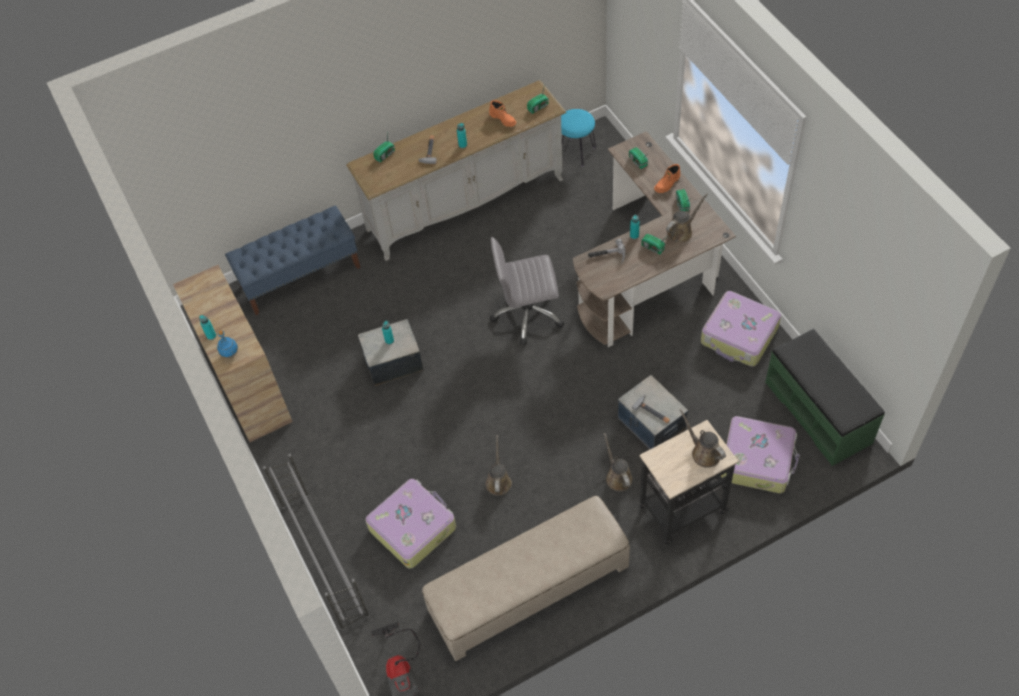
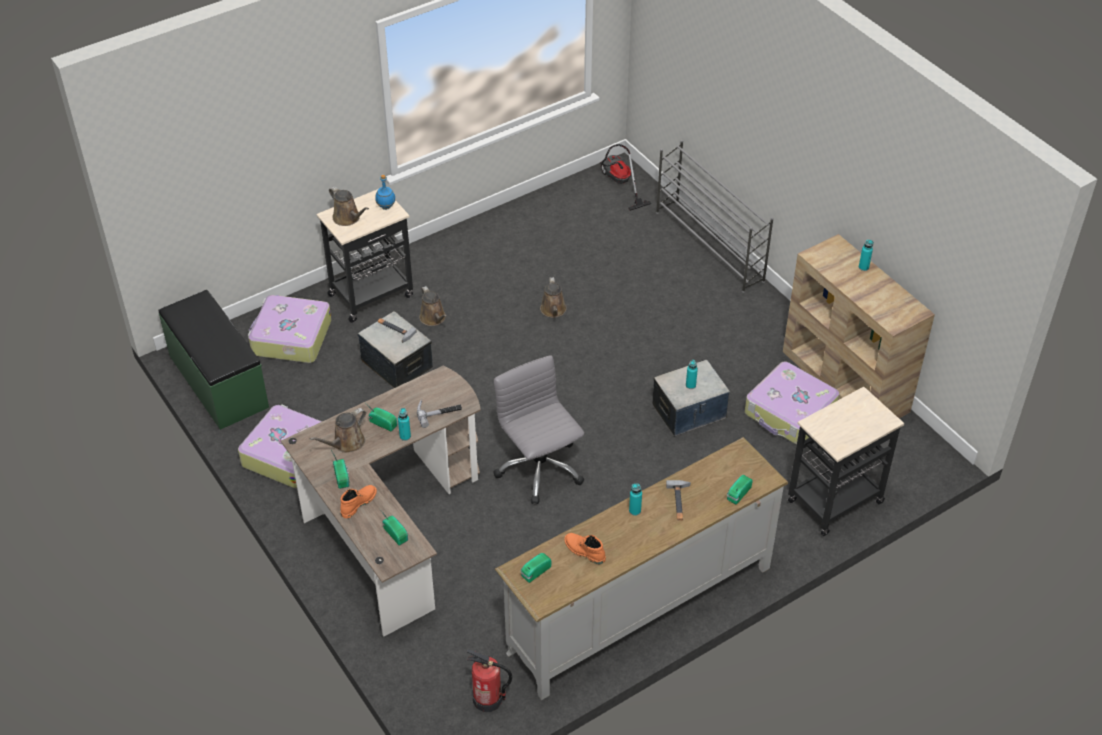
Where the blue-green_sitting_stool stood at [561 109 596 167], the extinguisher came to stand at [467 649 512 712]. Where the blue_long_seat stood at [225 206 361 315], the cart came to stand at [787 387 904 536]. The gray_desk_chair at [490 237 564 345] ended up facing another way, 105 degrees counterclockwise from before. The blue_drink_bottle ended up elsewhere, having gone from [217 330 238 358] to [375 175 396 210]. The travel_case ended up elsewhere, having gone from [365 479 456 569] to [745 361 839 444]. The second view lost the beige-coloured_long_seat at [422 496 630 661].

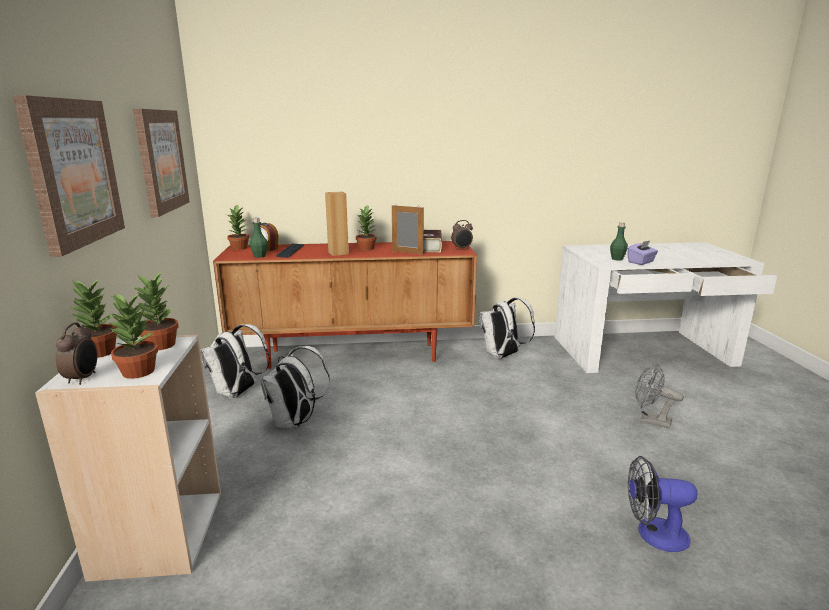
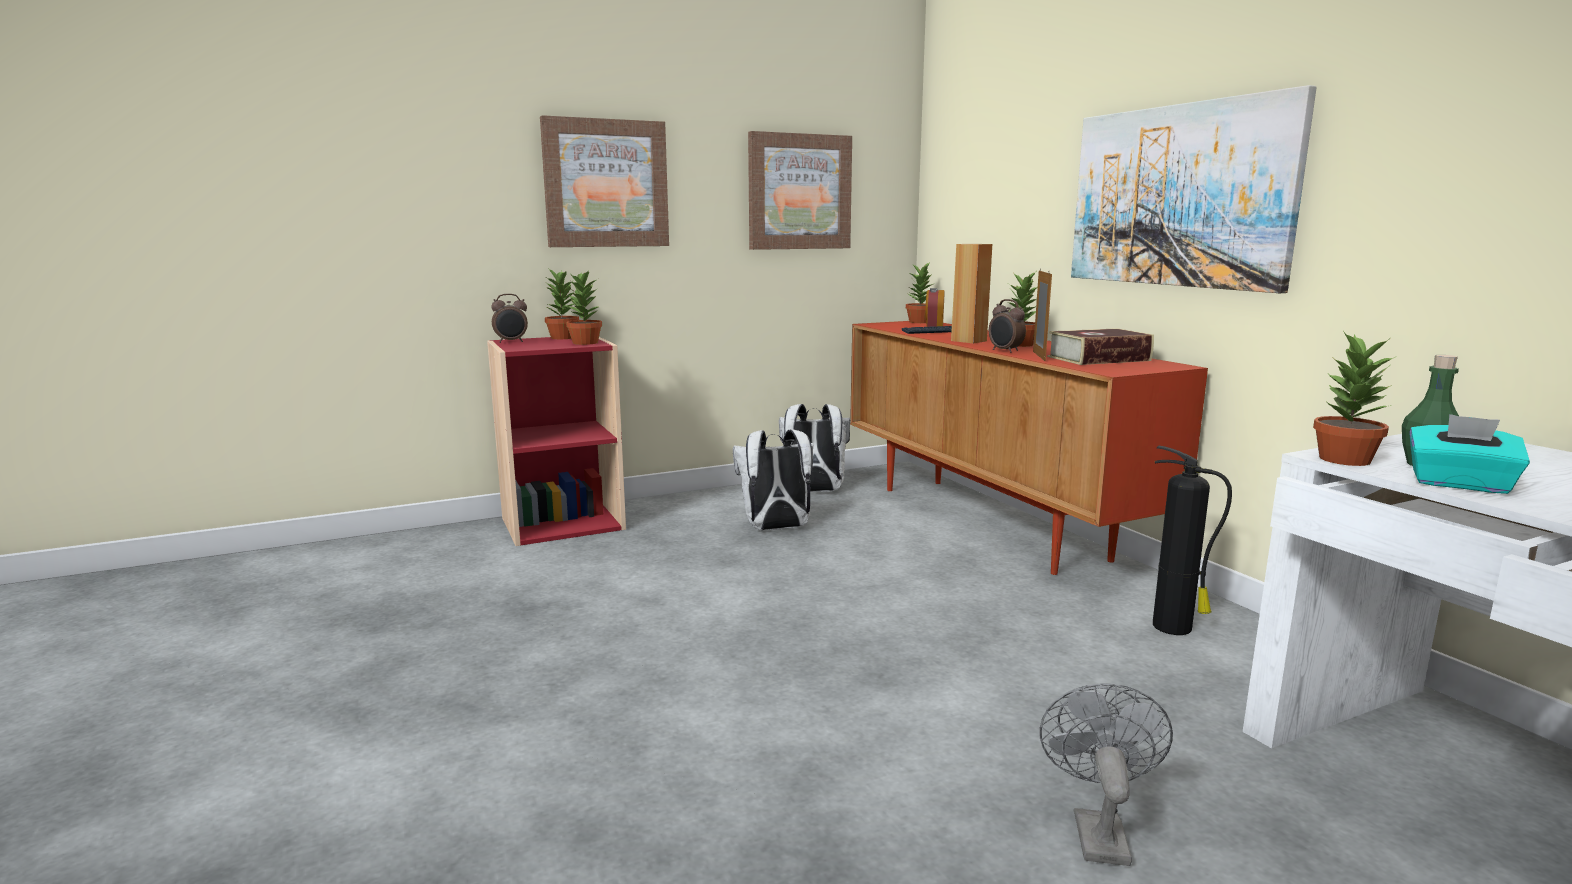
The second view lost the greenish_drink_bottle at [250 218 268 258]. The table_clock ended up elsewhere, having gone from [451 220 473 250] to [989 299 1026 353]. What was the purple_tissue_holder at [627 240 658 265] turned into the blue-green_tissue_holder at [1409 414 1530 494]. The potted_plant ended up elsewhere, having gone from [108 292 158 379] to [1313 331 1397 466]. Where the whitish_knapsack stood at [479 298 535 359], the extinguisher came to stand at [1153 446 1232 635]. What was the whitish_shelving_unit at [35 335 221 582] turned into the red-coloured_shelving_unit at [487 337 626 546]. The second view lost the cooling_fan at [628 456 697 552]. The second view gained the wall_picture at [1071 85 1317 293].

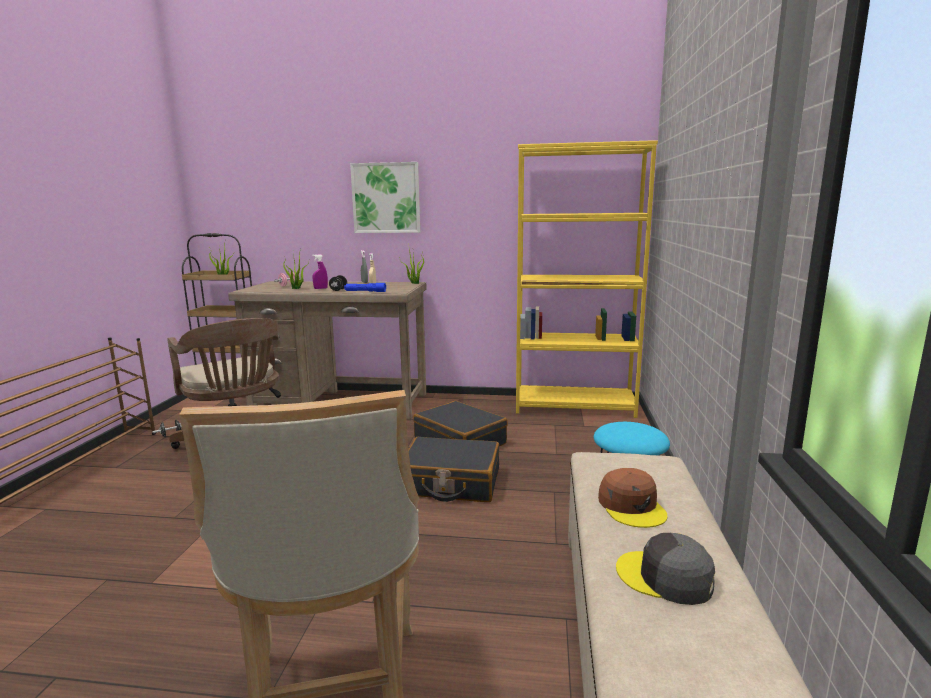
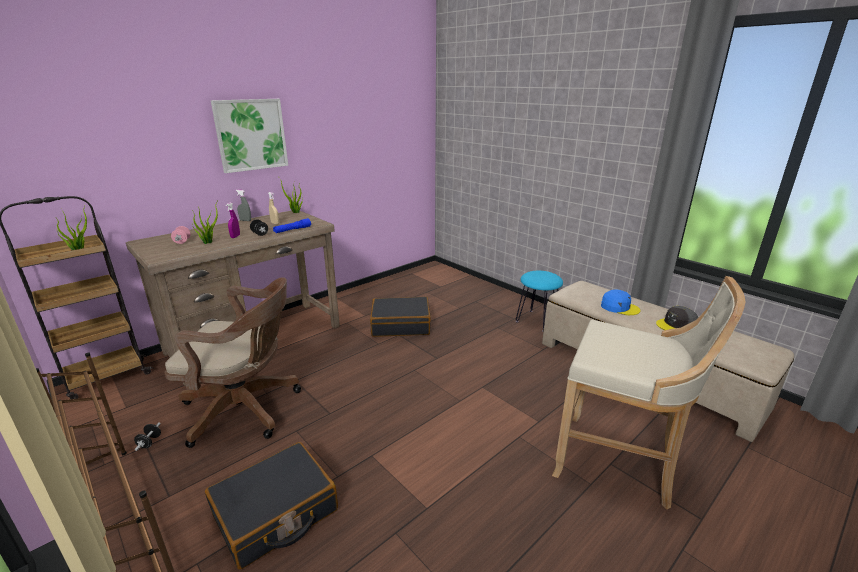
The second view lost the yellow-coloured_shelving_unit at [516 140 658 418]. The black_travel_case ended up elsewhere, having gone from [408 437 499 502] to [205 442 338 570]. What was the brownish_cap at [598 468 668 528] turned into the blue_cap at [601 290 641 315].

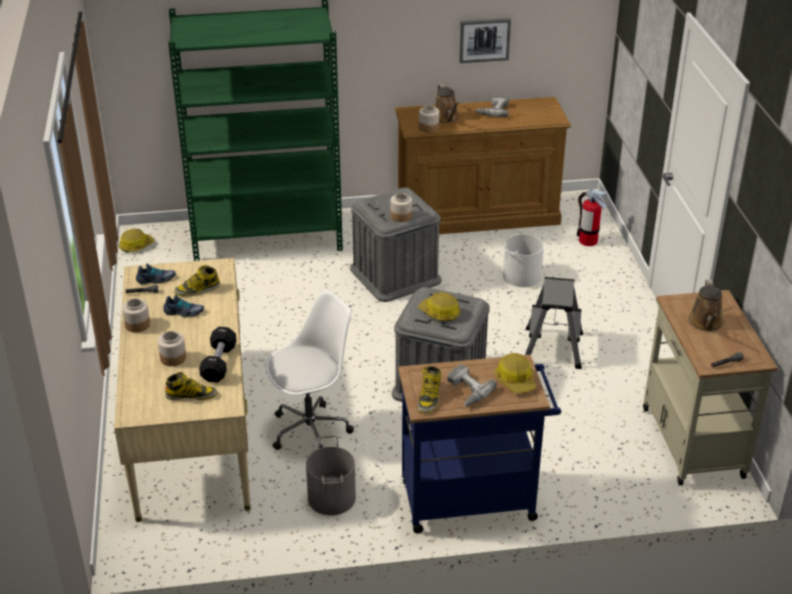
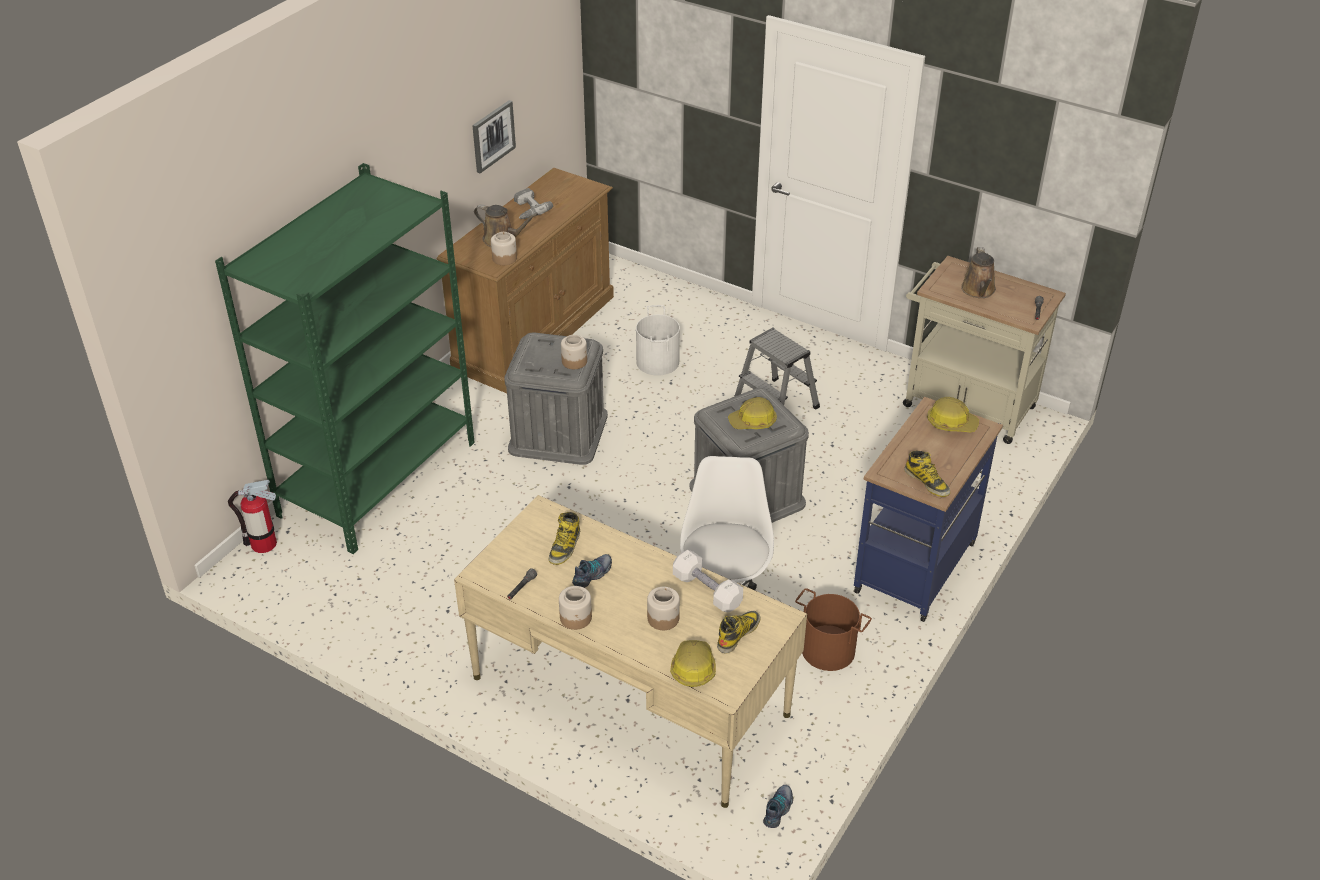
The extinguisher ended up elsewhere, having gone from [577 189 607 246] to [228 480 277 553]. The work_helmet ended up elsewhere, having gone from [119 229 155 252] to [670 640 716 687]. The item_of_footwear ended up elsewhere, having gone from [136 263 175 284] to [763 785 793 828]. The brownish_sprinkling_can at [688 279 724 332] ended up facing another way, 45 degrees clockwise from before. What was the black_hand_weight at [199 327 237 382] turned into the whitish_hand_weight at [673 550 743 613]. The second view lost the power_drill at [447 364 497 406]. What was the gray_pail at [306 435 356 516] turned into the brownish_pail at [795 588 872 671].

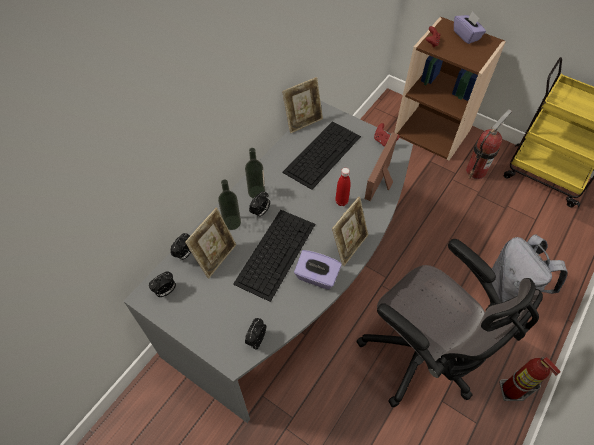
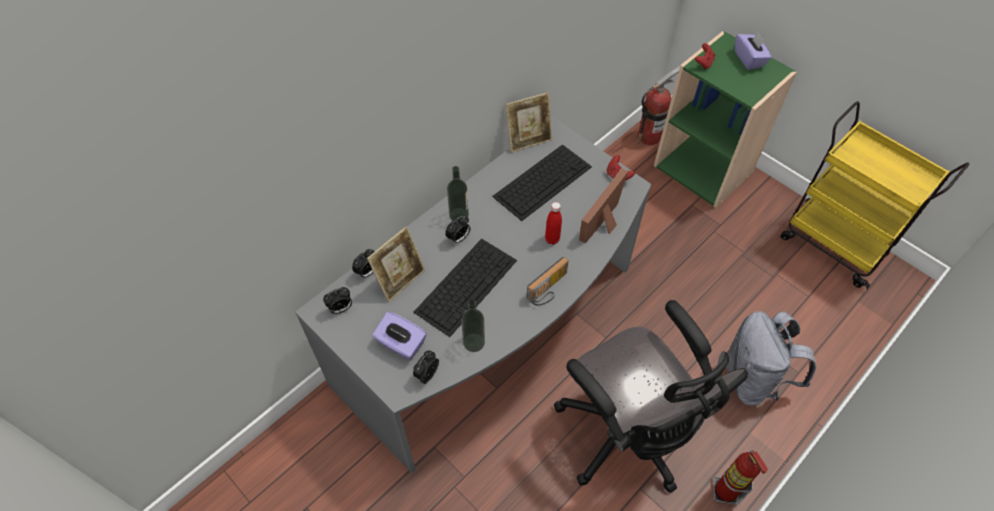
What was the brownish_shelving_unit at [394 17 506 161] turned into the greenish_shelving_unit at [654 31 797 208]. The extinguisher ended up elsewhere, having gone from [466 109 512 179] to [637 66 680 145]. The drink_bottle ended up elsewhere, having gone from [218 179 241 230] to [461 299 485 352]. Where the picture_frame stood at [332 197 368 266], the radio_set came to stand at [527 257 569 306]. The purple_tissue_holder ended up elsewhere, having gone from [294 250 342 290] to [373 311 426 360].

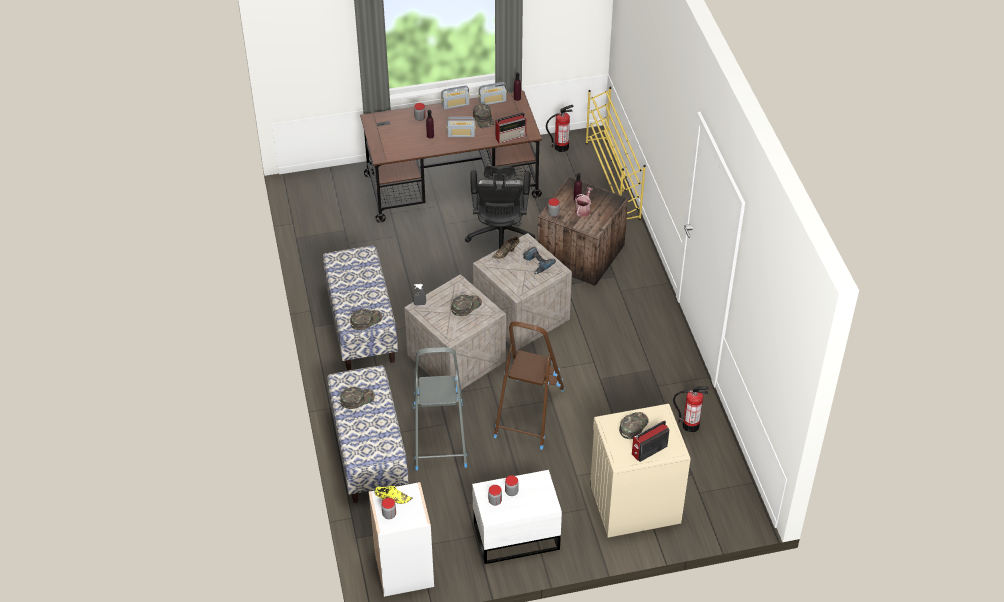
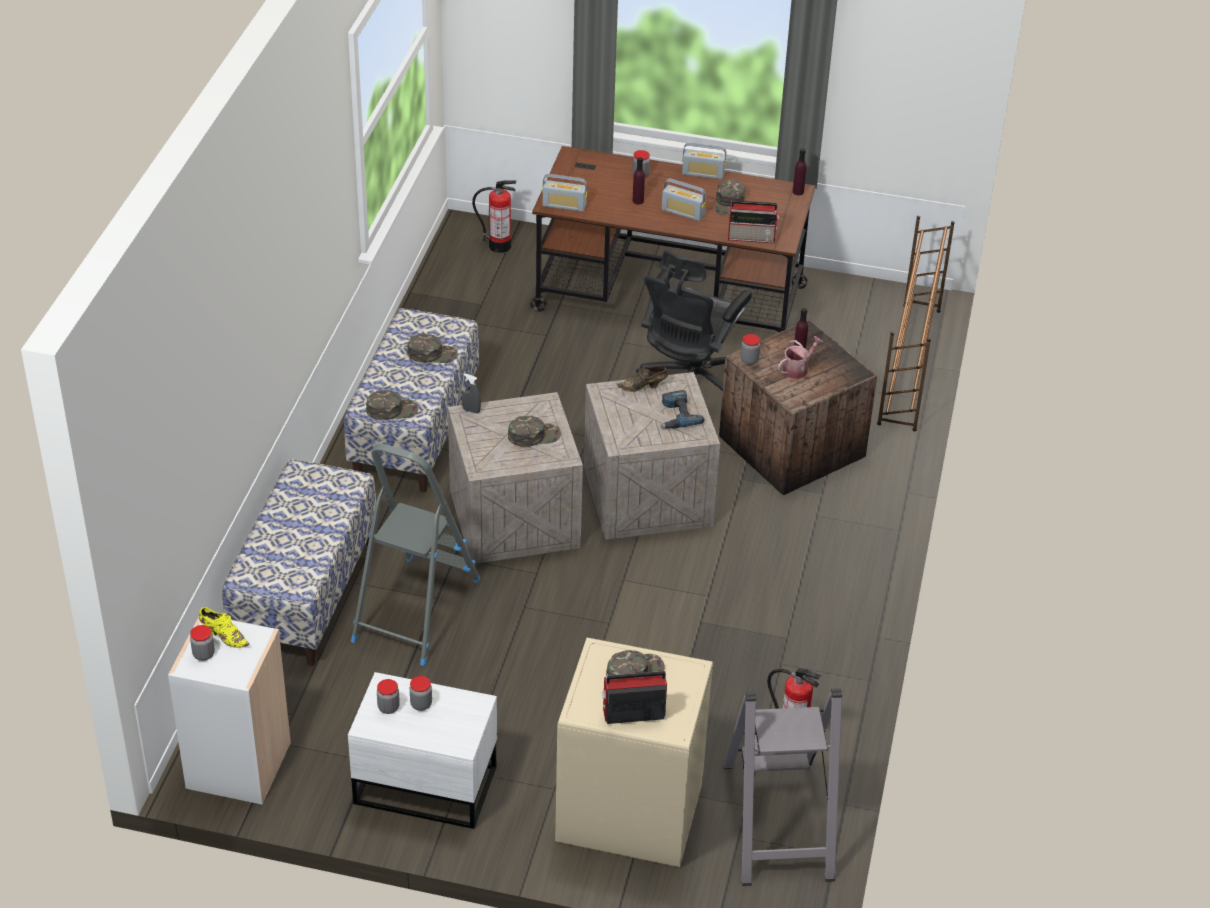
The radio_set ended up elsewhere, having gone from [479 82 507 105] to [542 174 587 212]. What was the yellow-coloured_shoe_shelf at [586 87 646 220] turned into the brownish_shoe_shelf at [877 216 955 431]. The extinguisher ended up elsewhere, having gone from [546 105 574 152] to [472 180 516 253]. The second view lost the brownish_stepladder at [494 321 565 449]. The greenish_cap ended up elsewhere, having gone from [340 387 375 409] to [407 334 458 363]. The second view gained the gray_stepladder at [723 688 842 886].

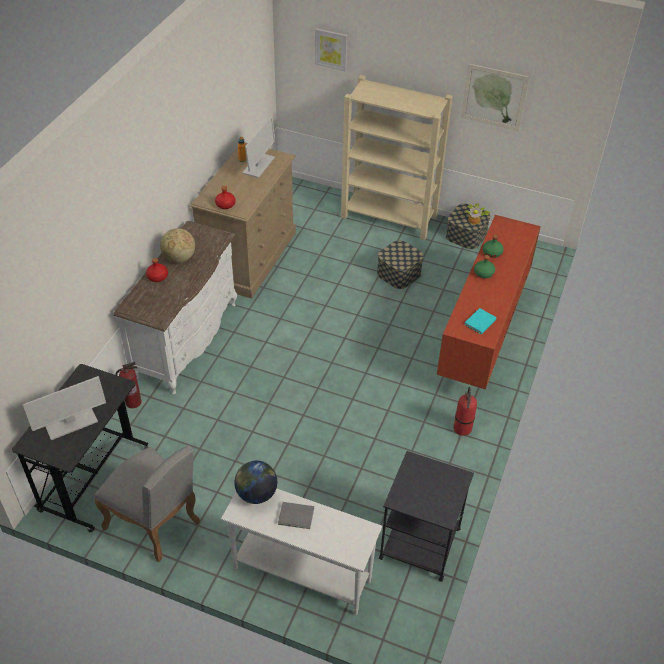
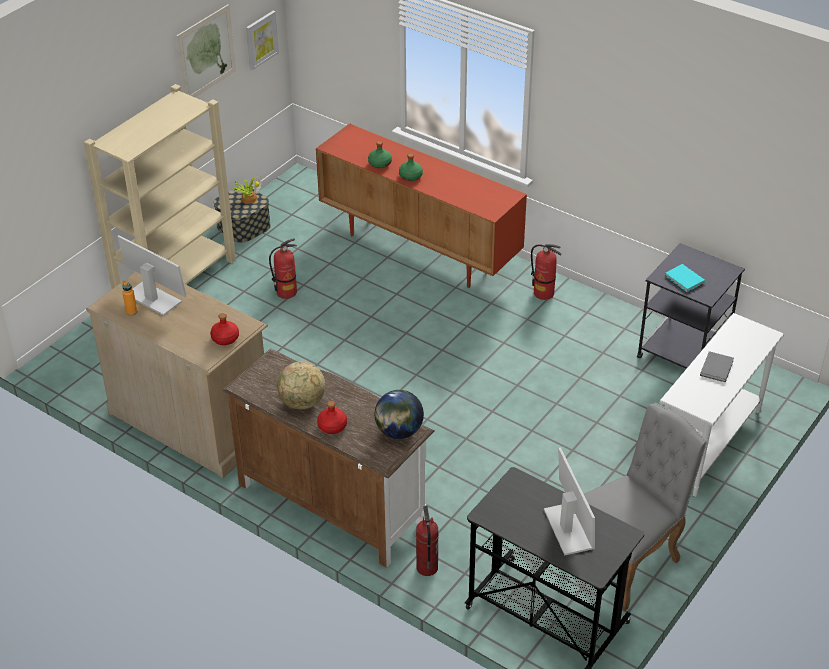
The wall_picture ended up elsewhere, having gone from [315 28 347 71] to [246 11 279 70]. Where the storage_container stood at [377 240 424 289], the extinguisher came to stand at [269 238 297 299]. The blue-green_volume ended up elsewhere, having gone from [464 308 497 334] to [665 264 705 292]. The desk_globe ended up elsewhere, having gone from [234 461 277 504] to [375 390 424 439].

